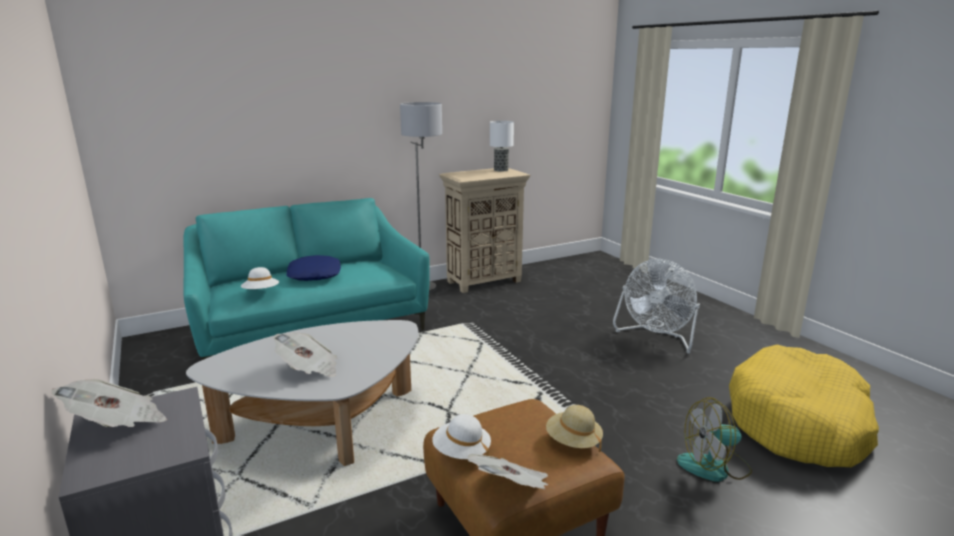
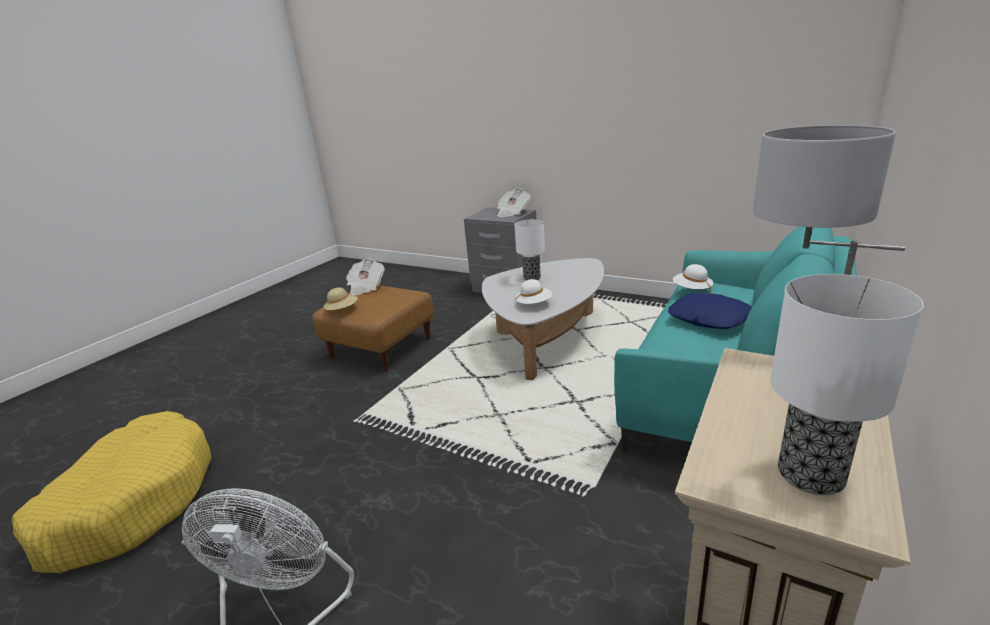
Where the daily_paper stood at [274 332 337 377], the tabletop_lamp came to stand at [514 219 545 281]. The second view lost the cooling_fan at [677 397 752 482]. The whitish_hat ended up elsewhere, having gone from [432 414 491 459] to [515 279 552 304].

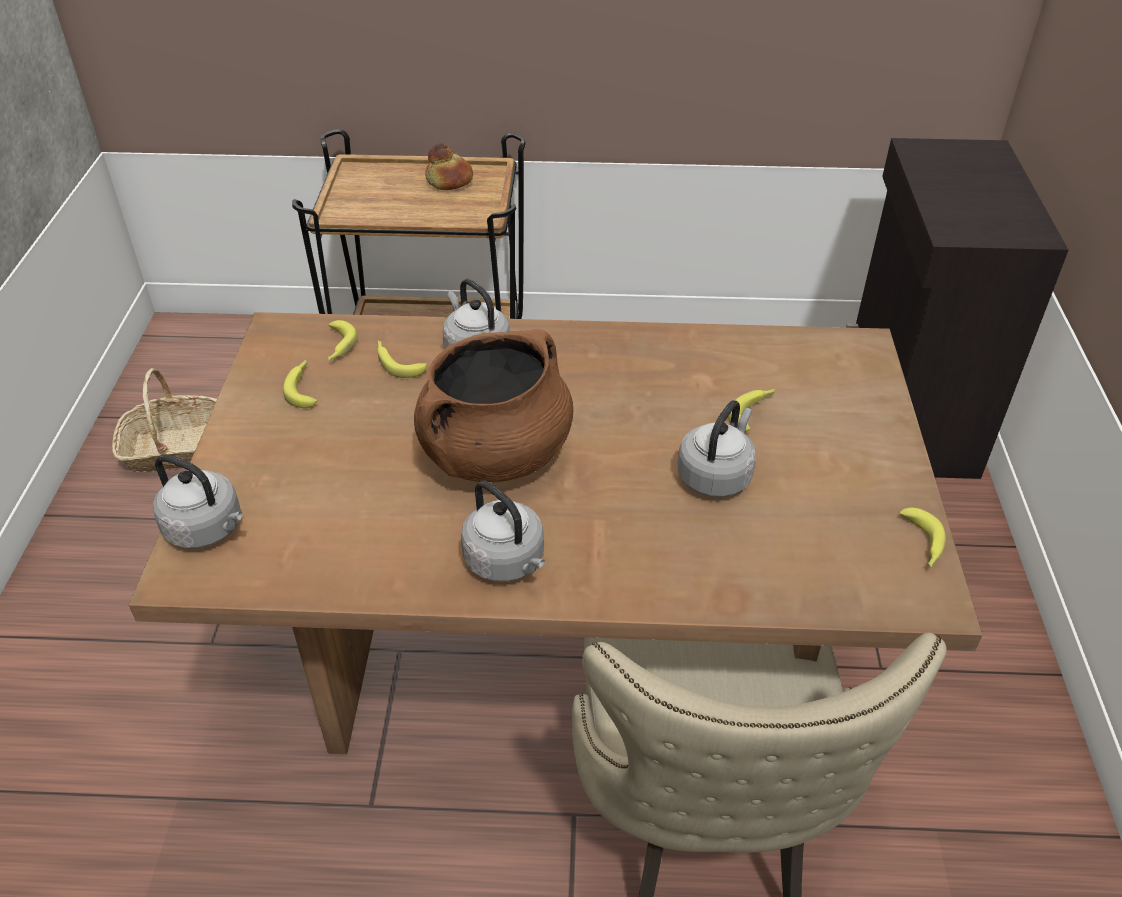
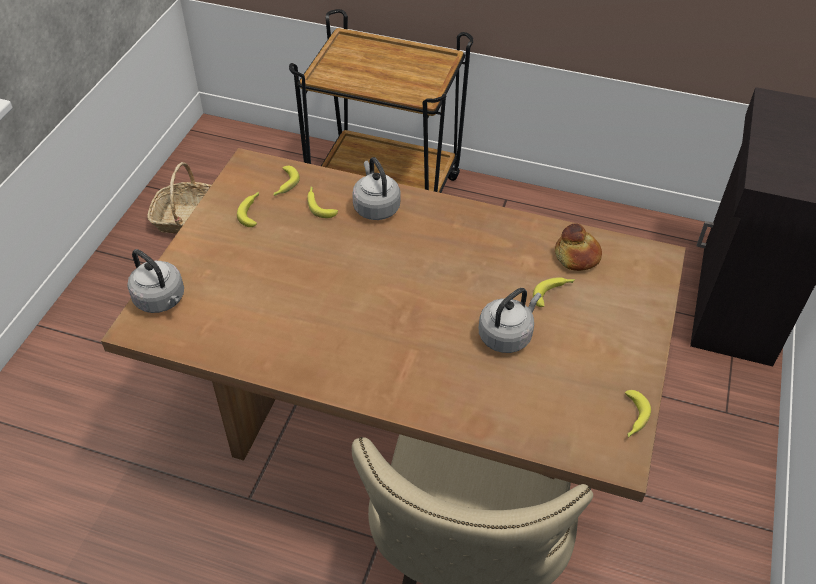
The bread ended up elsewhere, having gone from [425 143 473 190] to [555 224 602 271]. The second view lost the brownish_saucepot at [414 329 573 482]. The second view lost the gray_water_kettle at [461 481 545 582].

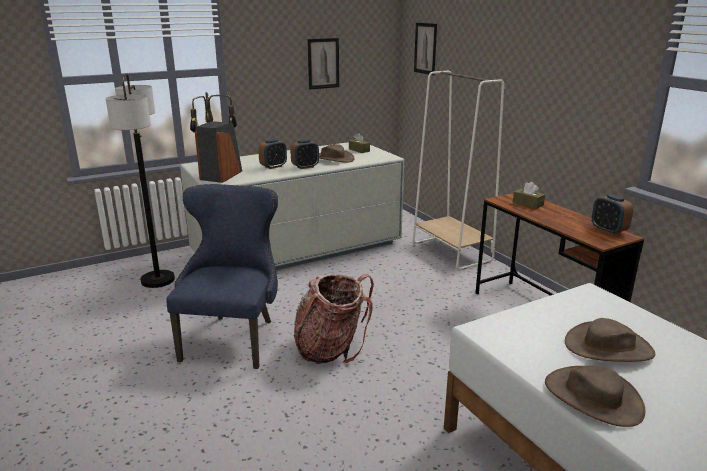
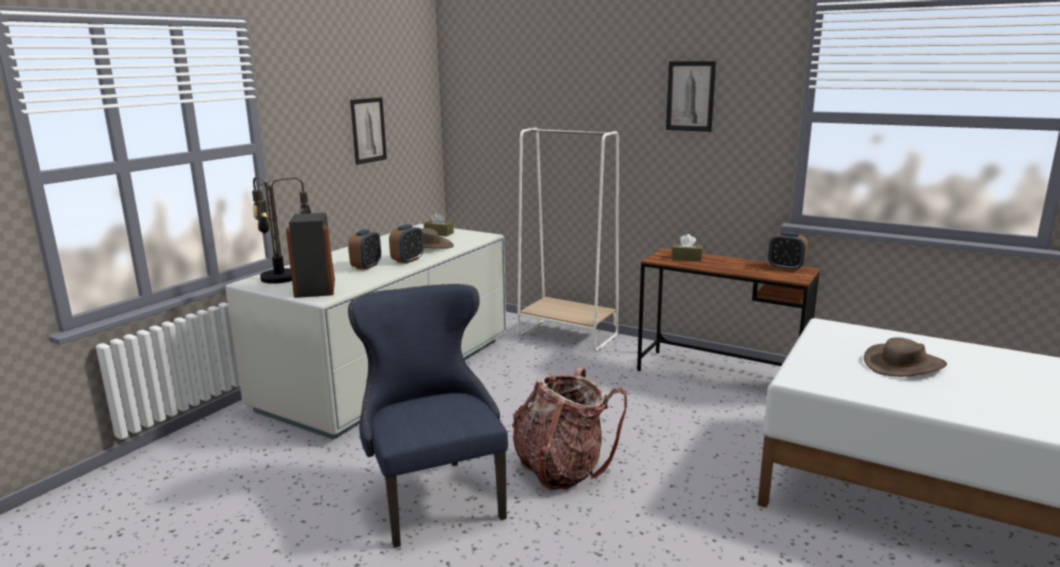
The wall_picture ended up elsewhere, having gone from [414 23 437 75] to [666 61 716 132]. The second view lost the floor_lamp at [106 73 175 288]. The second view lost the brownish_hat at [545 366 646 427].

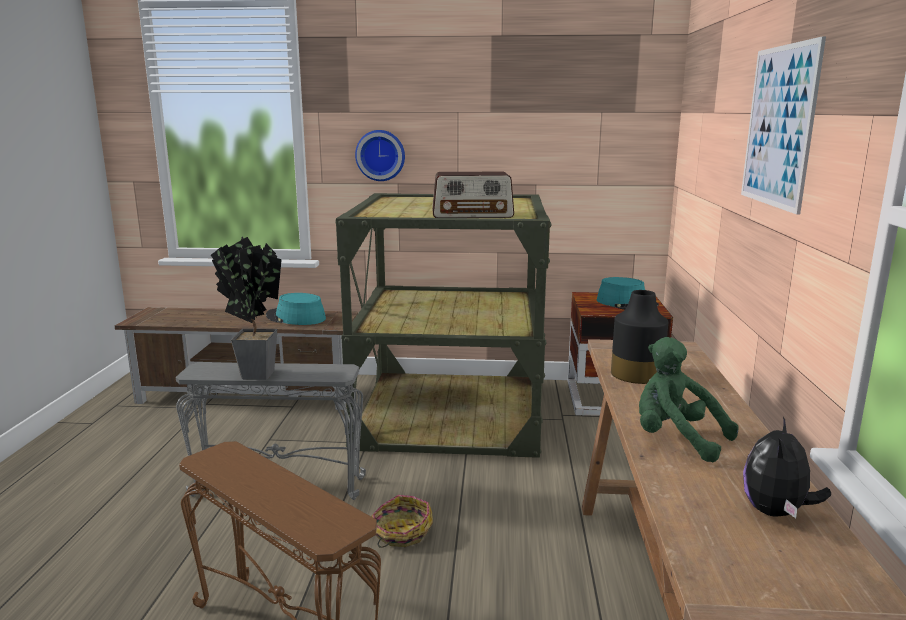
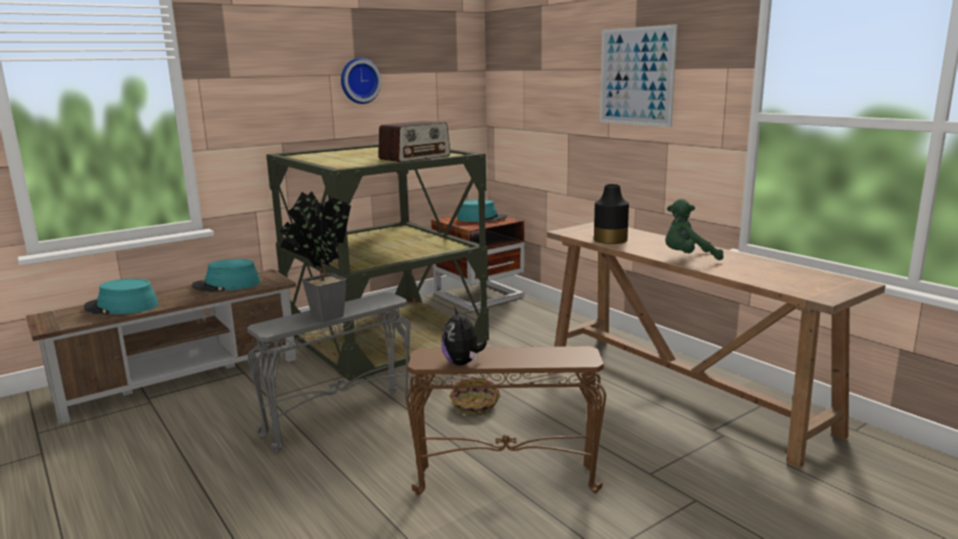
The clock_on_the_wall ended up elsewhere, having gone from [355 130 405 181] to [341 58 381 104]. The soft_toy ended up elsewhere, having gone from [743 416 831 518] to [441 306 487 366]. The second view gained the blue-green_hat at [84 279 159 314].

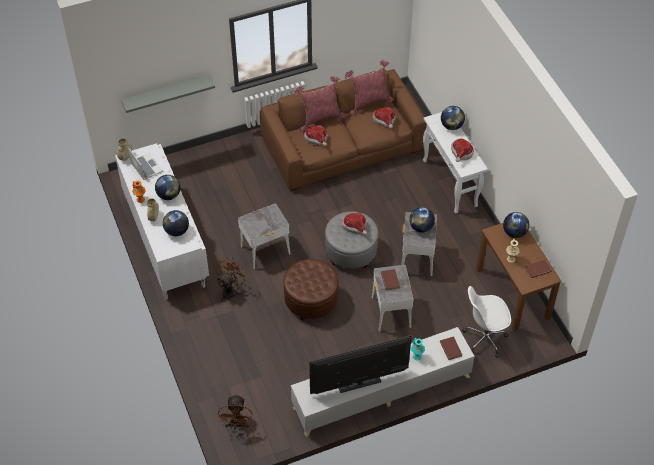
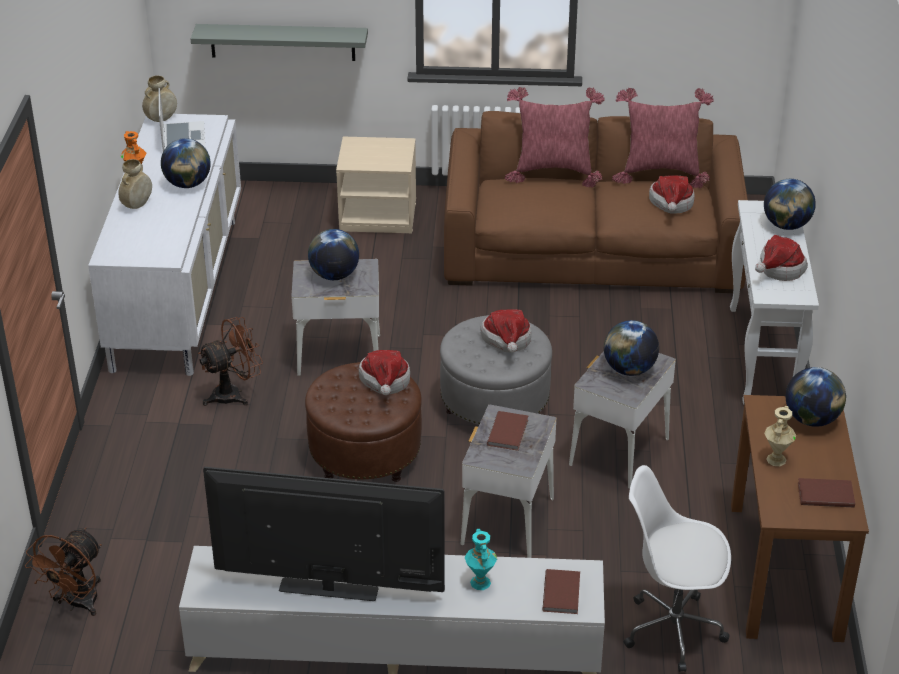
The hat ended up elsewhere, having gone from [304 125 328 146] to [359 350 410 395]. The desk_globe ended up elsewhere, having gone from [163 210 189 236] to [308 229 359 280]. The second view gained the beige-coloured_night_table at [336 137 416 234].

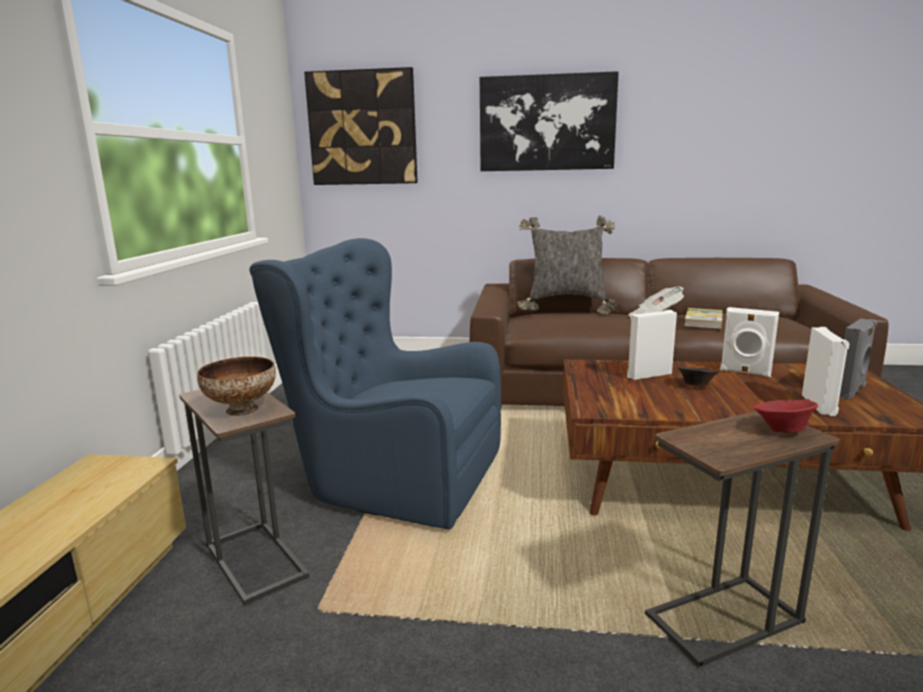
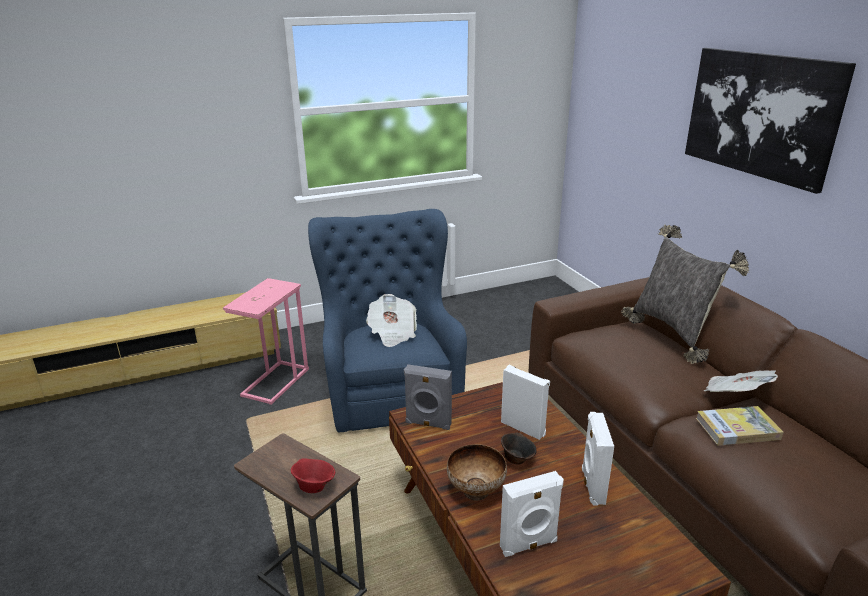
The second view lost the wall_picture at [304 67 418 185]. The gray_loudspeaker ended up elsewhere, having gone from [840 319 877 400] to [404 364 452 430]. The deep_dish ended up elsewhere, having gone from [197 356 276 416] to [447 444 507 501]. What was the brownish_accent_table at [179 389 310 606] turned into the pink_accent_table at [223 278 309 405]. The second view gained the daily_paper at [366 294 417 347].

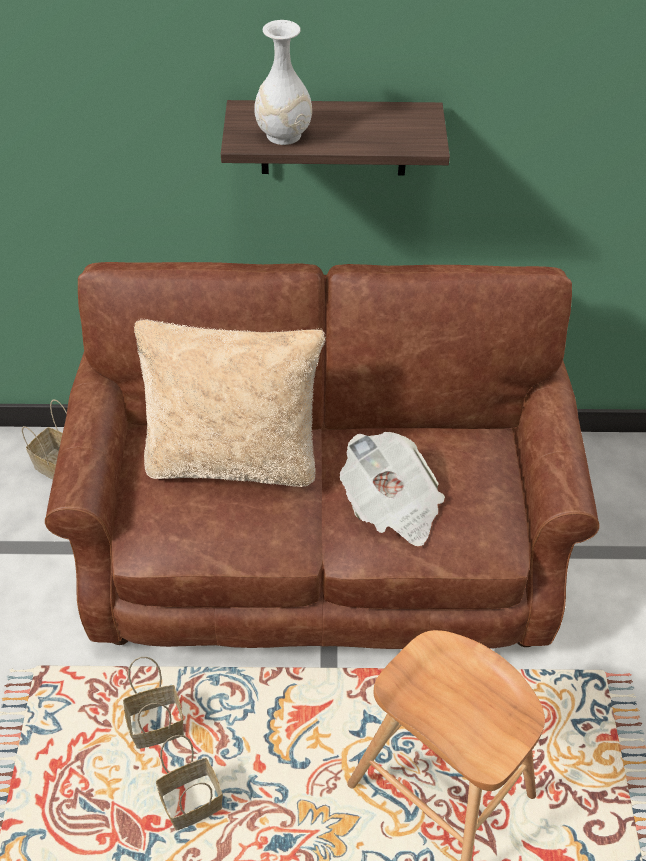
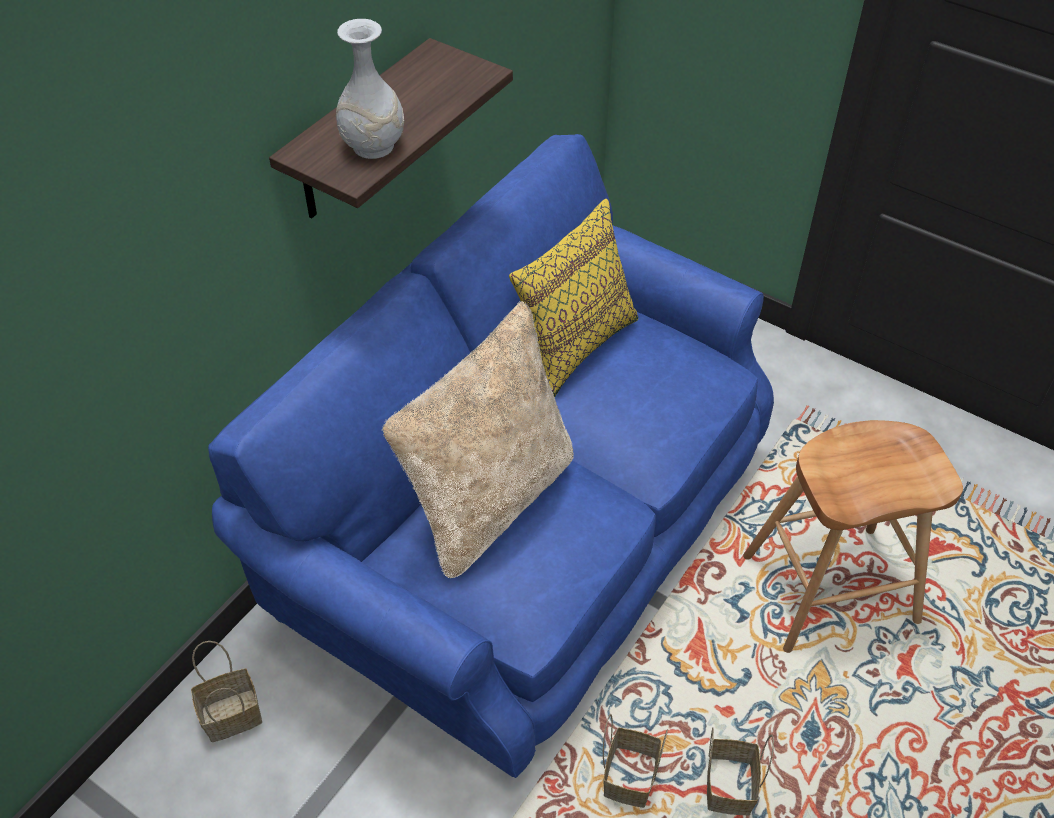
What was the brownish_sofa at [45 262 600 649] turned into the blue_sofa at [208 134 774 778]. The second view lost the daily_paper at [340 432 445 546]. The second view gained the yellow-coloured_throw_pillow at [509 199 638 398].

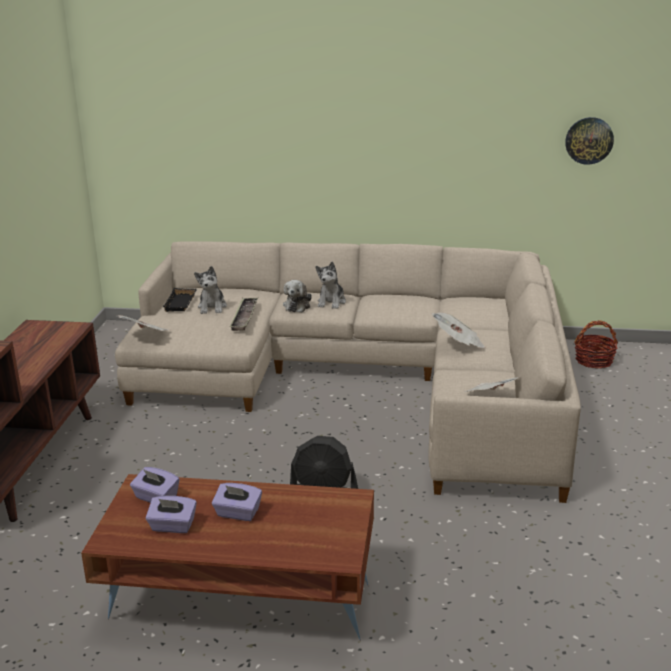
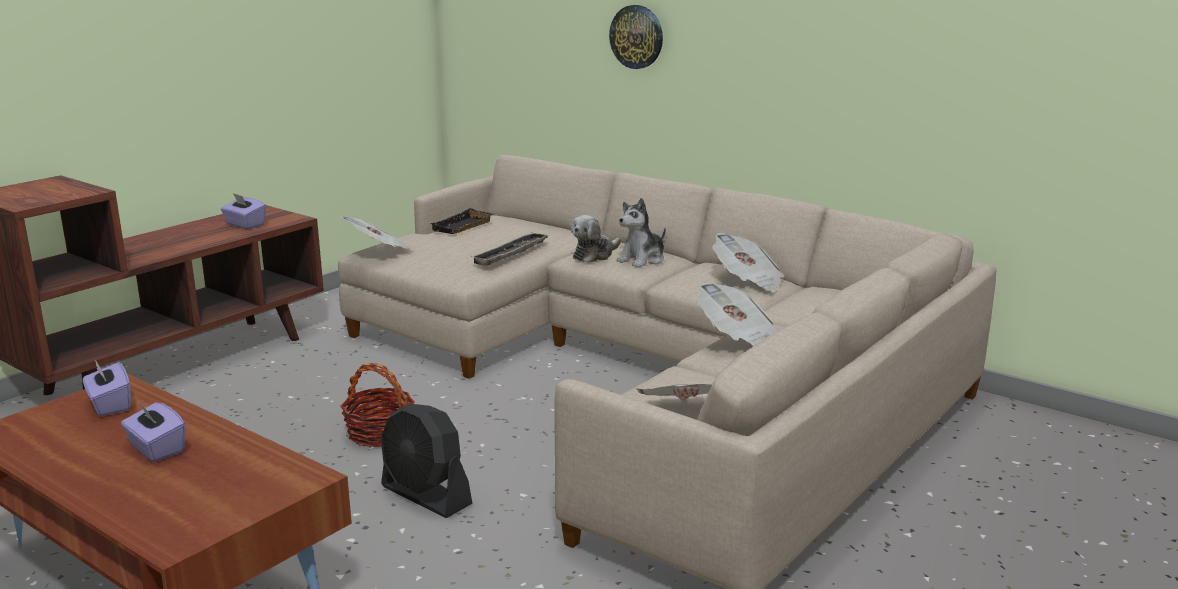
The clock_on_the_wall ended up elsewhere, having gone from [565 117 614 165] to [609 5 663 69]. The second view lost the soft_toy at [194 266 227 314]. The basket ended up elsewhere, having gone from [575 320 618 369] to [340 363 415 447]. The purple_tissue_holder ended up elsewhere, having gone from [146 496 197 533] to [221 193 266 229]. The second view gained the daily_paper at [712 233 784 292].

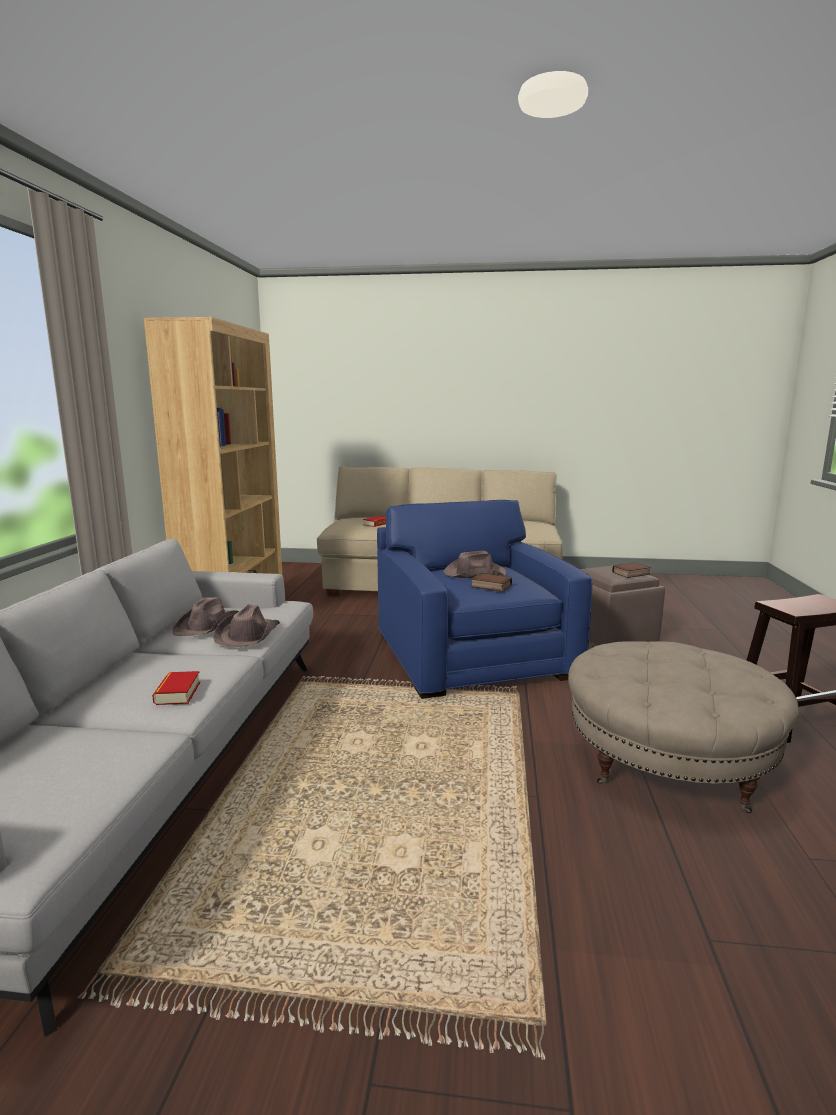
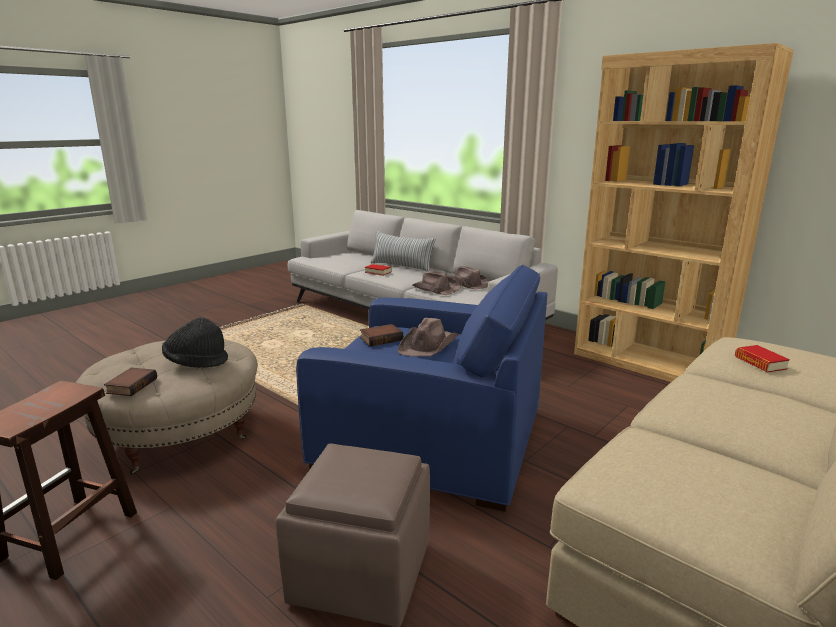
The volume ended up elsewhere, having gone from [612 562 651 578] to [104 368 157 396]. The second view gained the throw_pillow at [370 231 436 271]. The second view gained the black_hat at [162 317 228 368].

